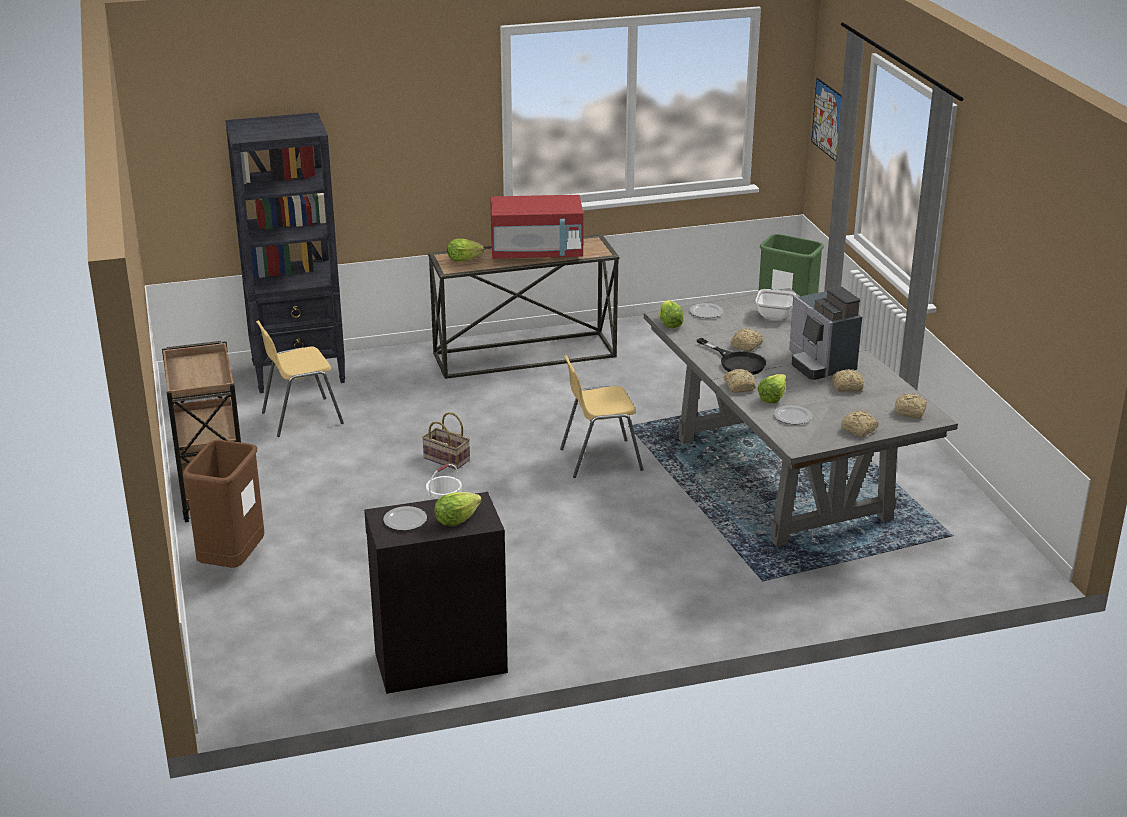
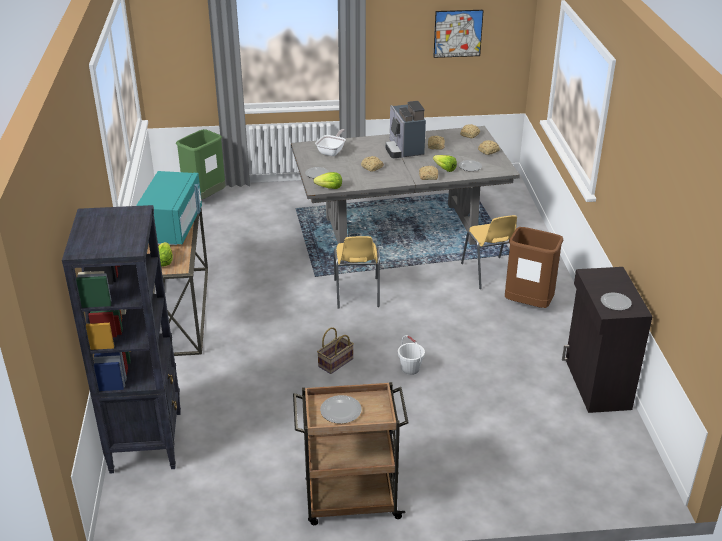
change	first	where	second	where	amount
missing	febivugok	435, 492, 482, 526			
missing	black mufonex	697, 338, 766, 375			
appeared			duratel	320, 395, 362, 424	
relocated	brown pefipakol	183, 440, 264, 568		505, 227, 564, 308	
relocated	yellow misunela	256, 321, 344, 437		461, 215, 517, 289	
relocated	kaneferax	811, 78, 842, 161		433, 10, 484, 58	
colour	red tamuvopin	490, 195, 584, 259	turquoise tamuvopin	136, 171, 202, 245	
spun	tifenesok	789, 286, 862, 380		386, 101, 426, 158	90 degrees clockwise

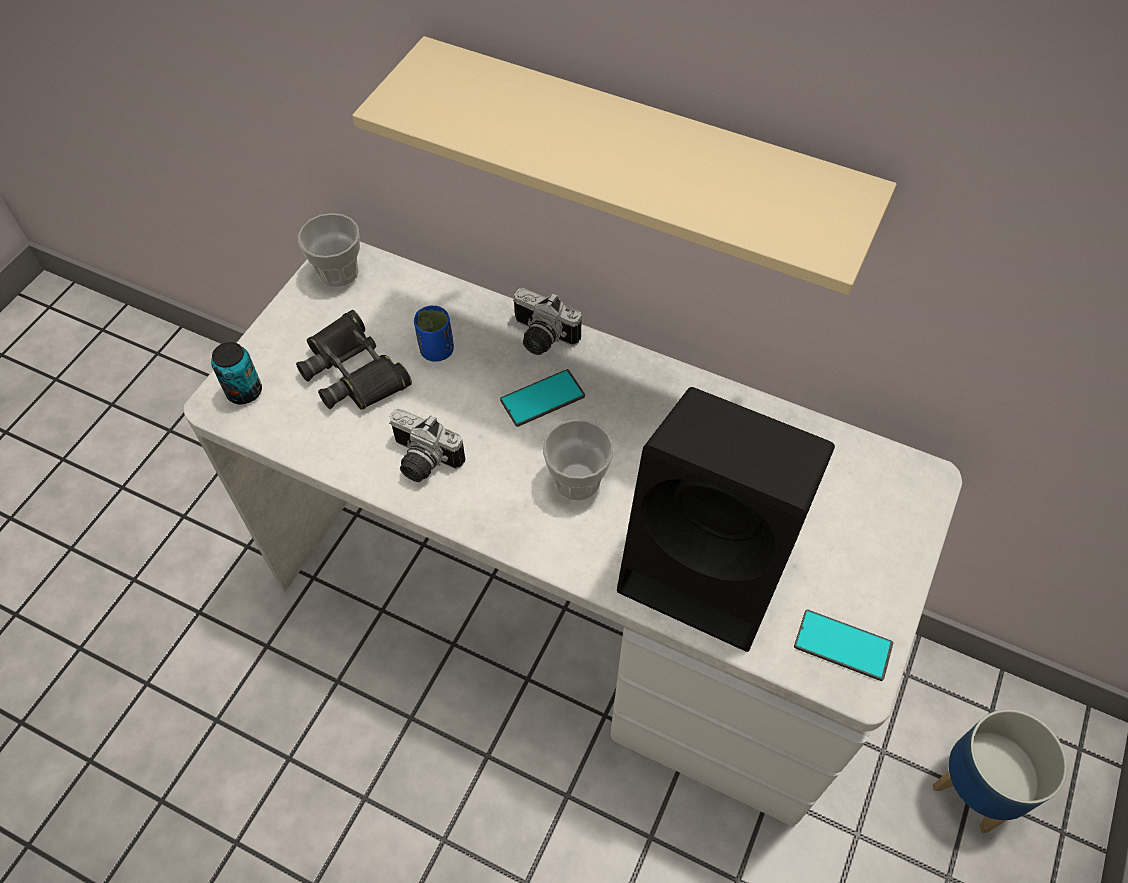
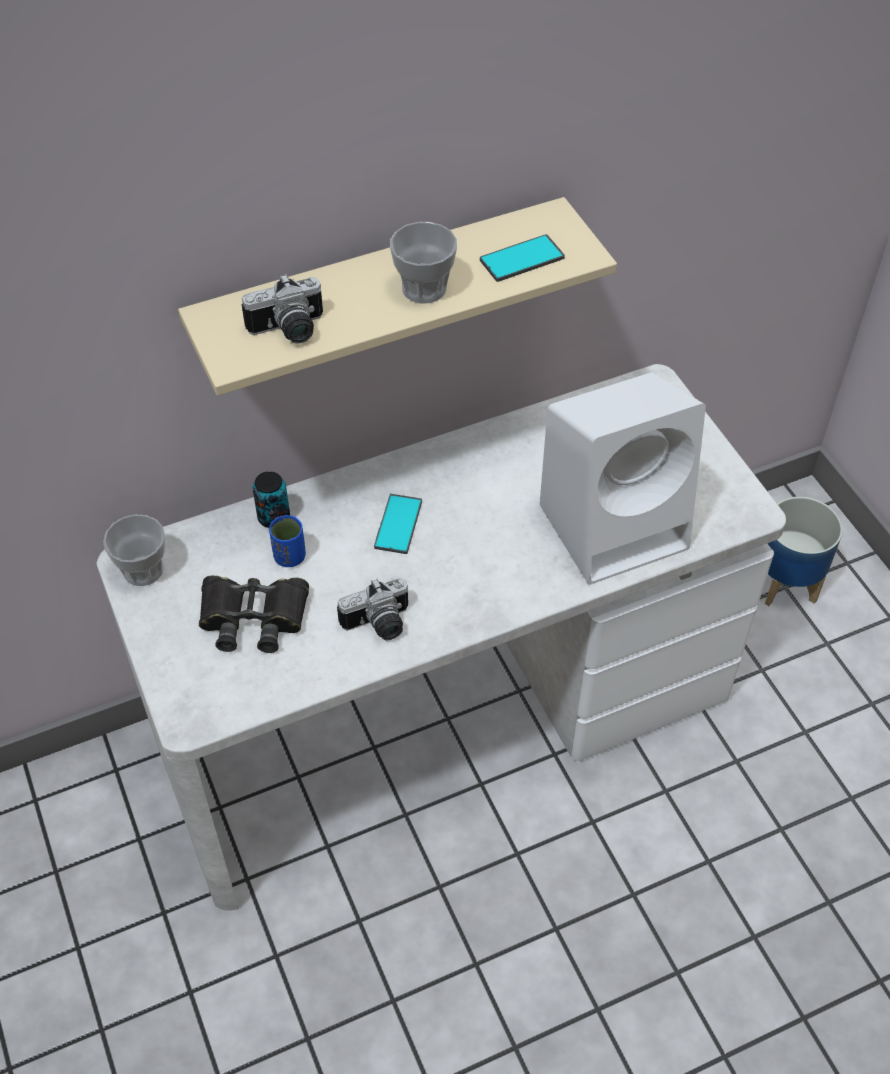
change	first	where	second	where	amount
relocated	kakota	211, 342, 262, 405		253, 471, 290, 528	
relocated	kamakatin	513, 288, 582, 355		242, 274, 323, 344	
relocated	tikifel	543, 419, 613, 500		390, 222, 457, 303	
relocated	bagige	794, 609, 893, 681		480, 234, 565, 282	
colour	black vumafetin	617, 387, 835, 652	white vumafetin	540, 372, 706, 585	

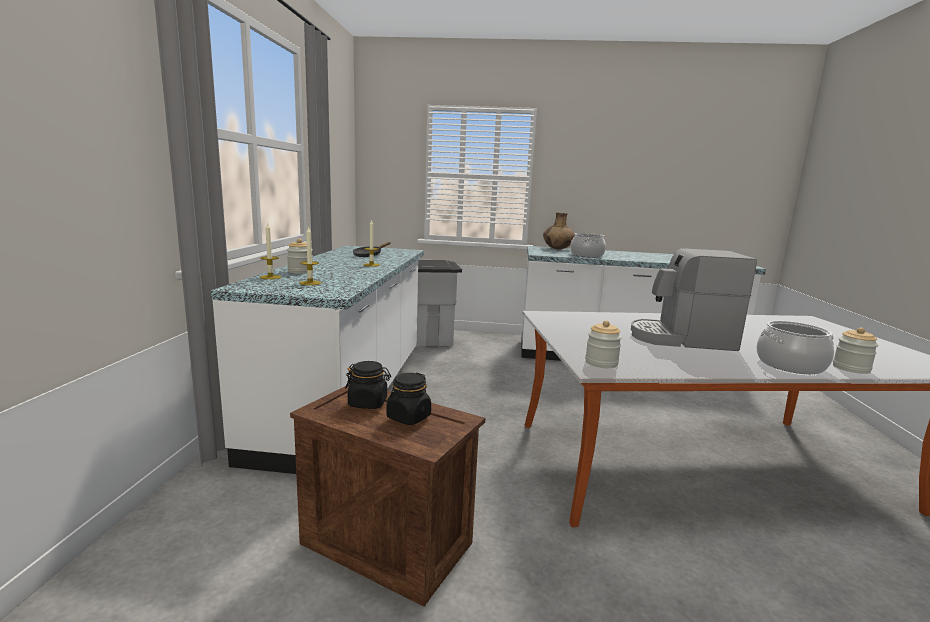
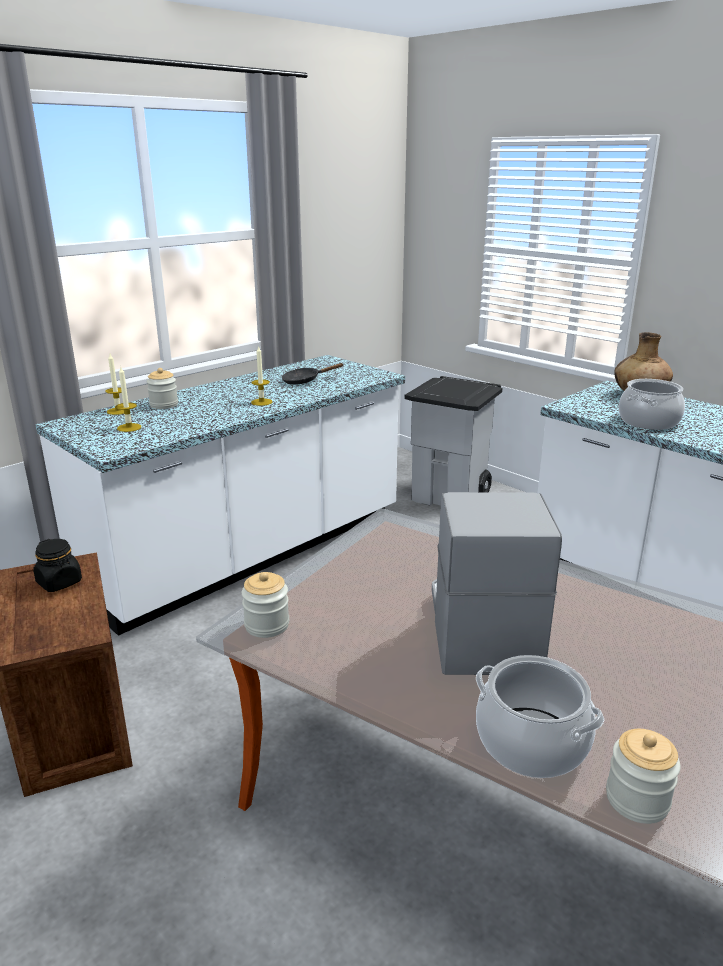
change	first	where	second	where	amount
missing	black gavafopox	387, 373, 431, 425			
spun	tifenesok	631, 248, 757, 351		432, 492, 562, 675	45 degrees clockwise

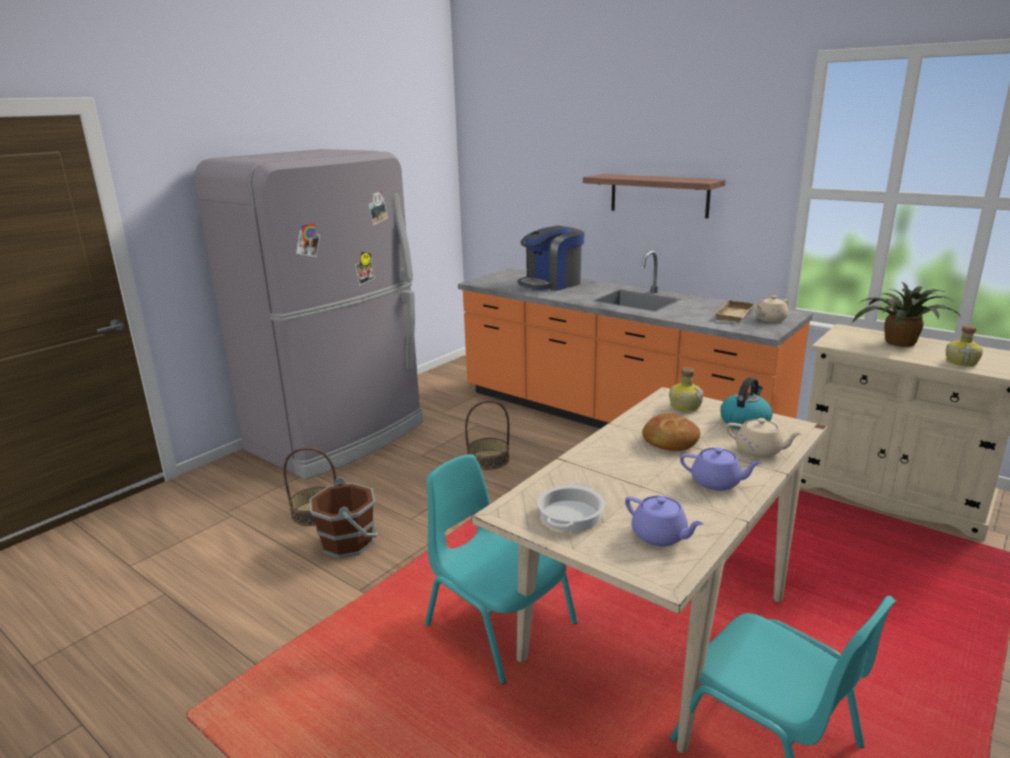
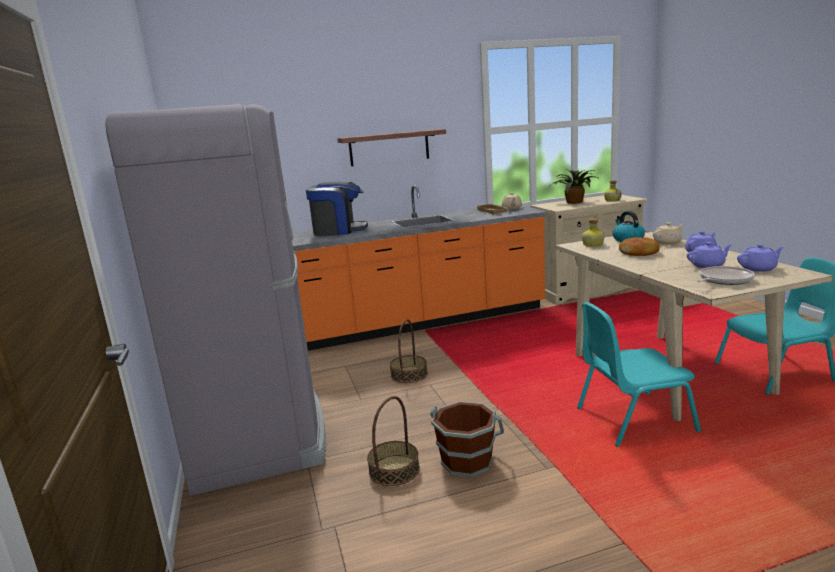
change	first	where	second	where	amount
appeared			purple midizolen	687, 242, 733, 268	
exchanged	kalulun	537, 483, 605, 532	mufonex	696, 266, 755, 285	
spun	tifenesok	518, 226, 585, 291		306, 182, 368, 236	90 degrees counterclockwise

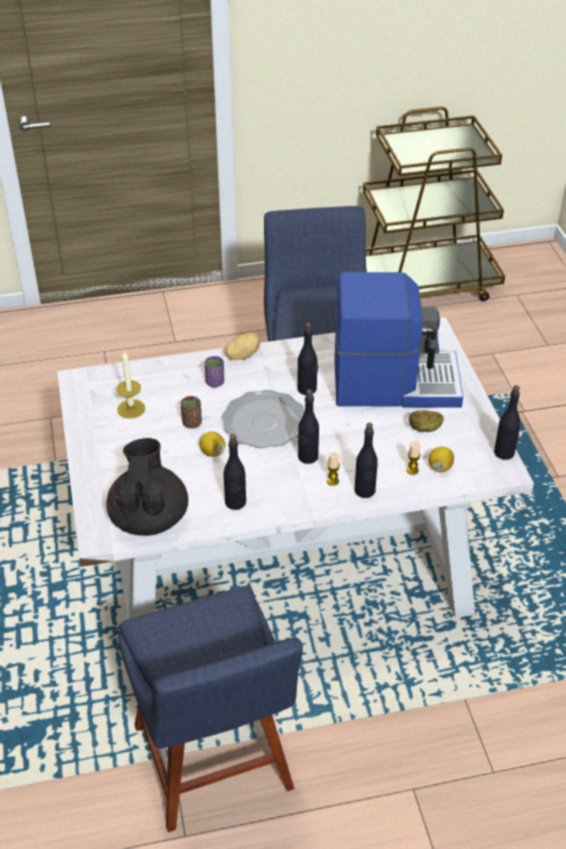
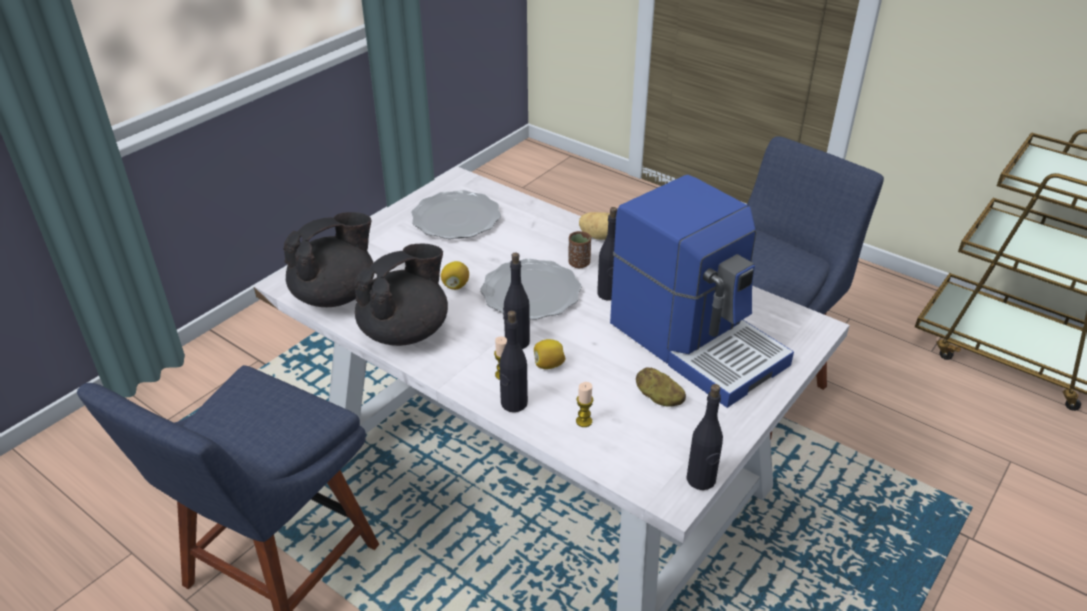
change	first	where	second	where	amount
missing	purple tikifel	205, 356, 224, 387			
relocated	brown tikifel	181, 396, 202, 428		568, 231, 591, 268	
relocated	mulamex	429, 447, 454, 472		534, 339, 566, 369	
exchanged	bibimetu	117, 351, 145, 419	duratel	411, 190, 501, 239	
exchanged	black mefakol	224, 434, 246, 510	black midizolen	354, 243, 448, 346	

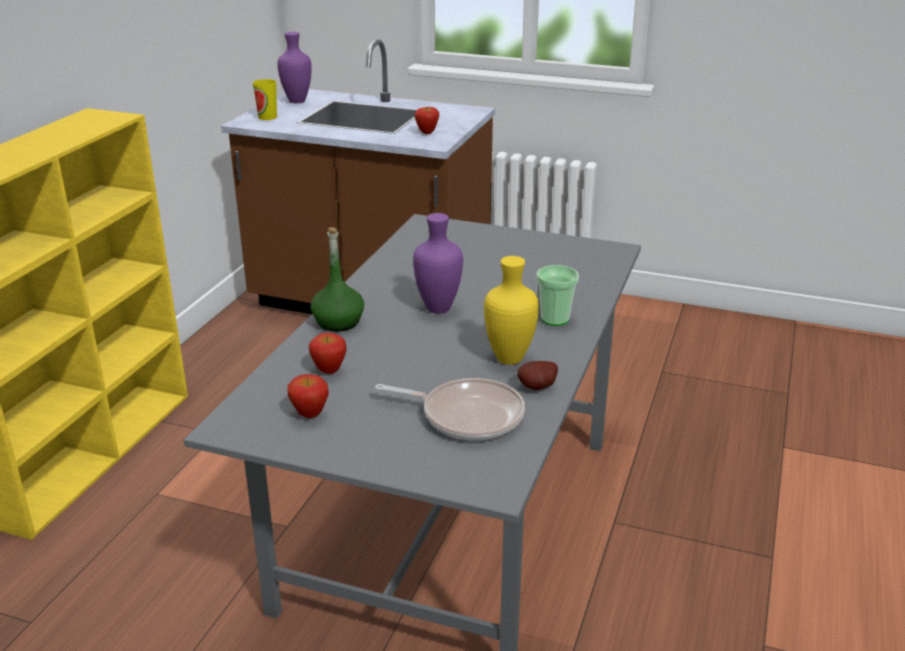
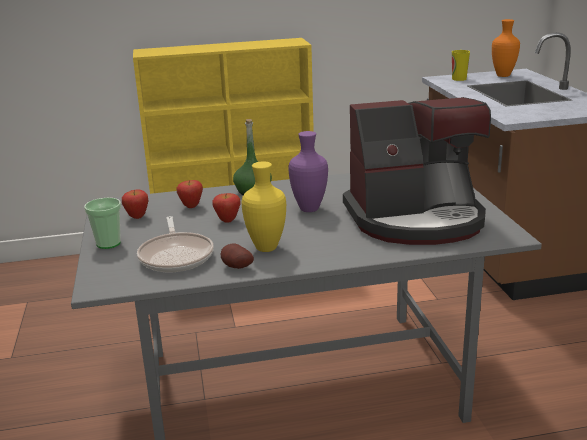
change	first	where	second	where	amount
appeared			tifenesok	343, 97, 491, 245	
relocated	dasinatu	415, 107, 439, 134		212, 193, 241, 223	
relocated	tikifel	536, 265, 579, 326		84, 198, 121, 249	
colour	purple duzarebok	277, 32, 312, 103	orange duzarebok	492, 19, 520, 77	

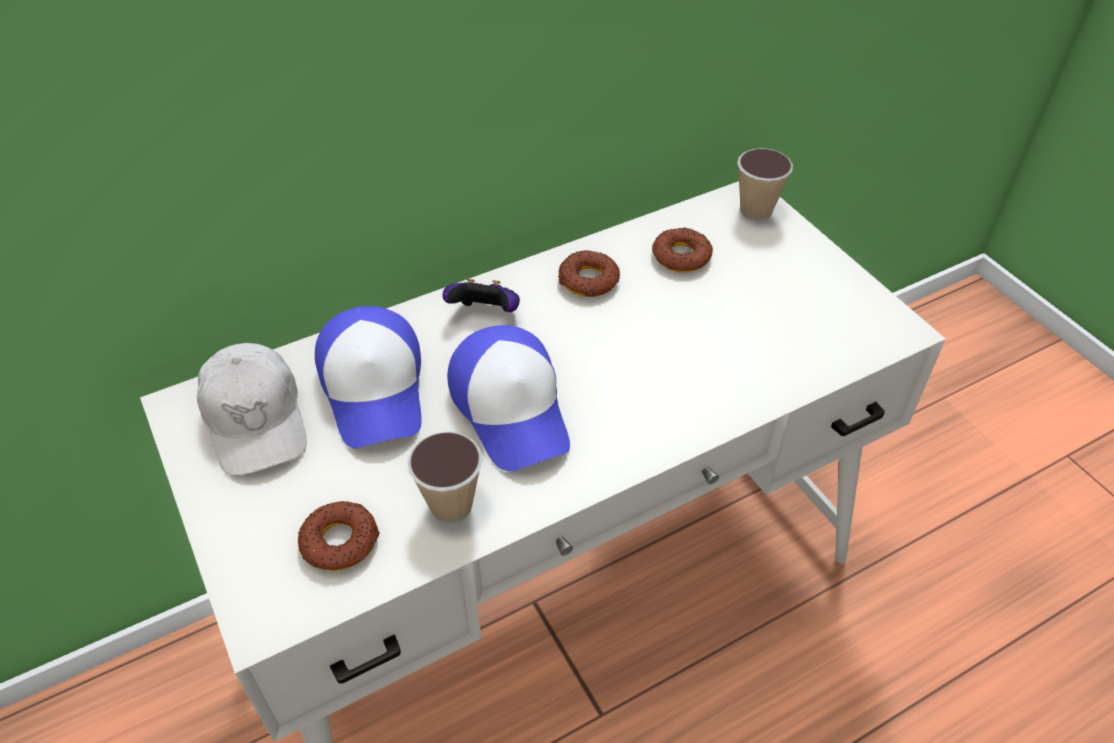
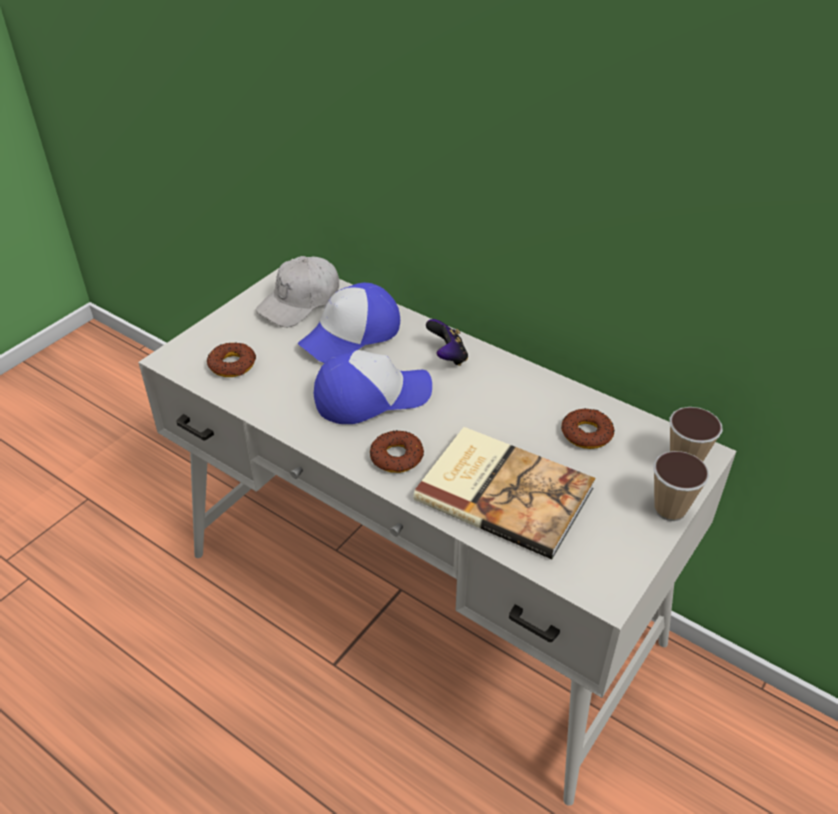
change	first	where	second	where	amount
appeared			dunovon	413, 427, 595, 559	
relocated	tikifel	408, 431, 483, 524		653, 451, 709, 521	
relocated	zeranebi	558, 250, 620, 297		370, 430, 424, 473	
spun	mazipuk	447, 325, 570, 471		314, 350, 432, 424	150 degrees counterclockwise

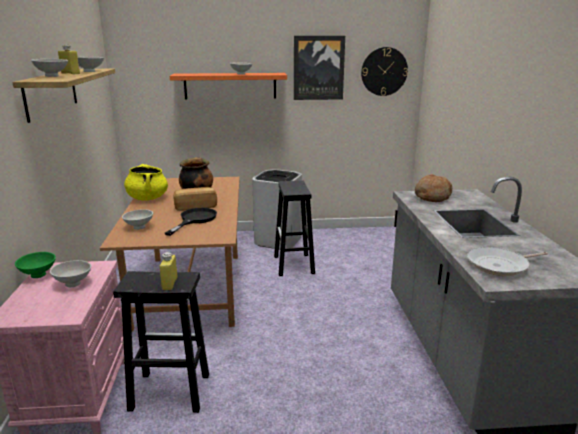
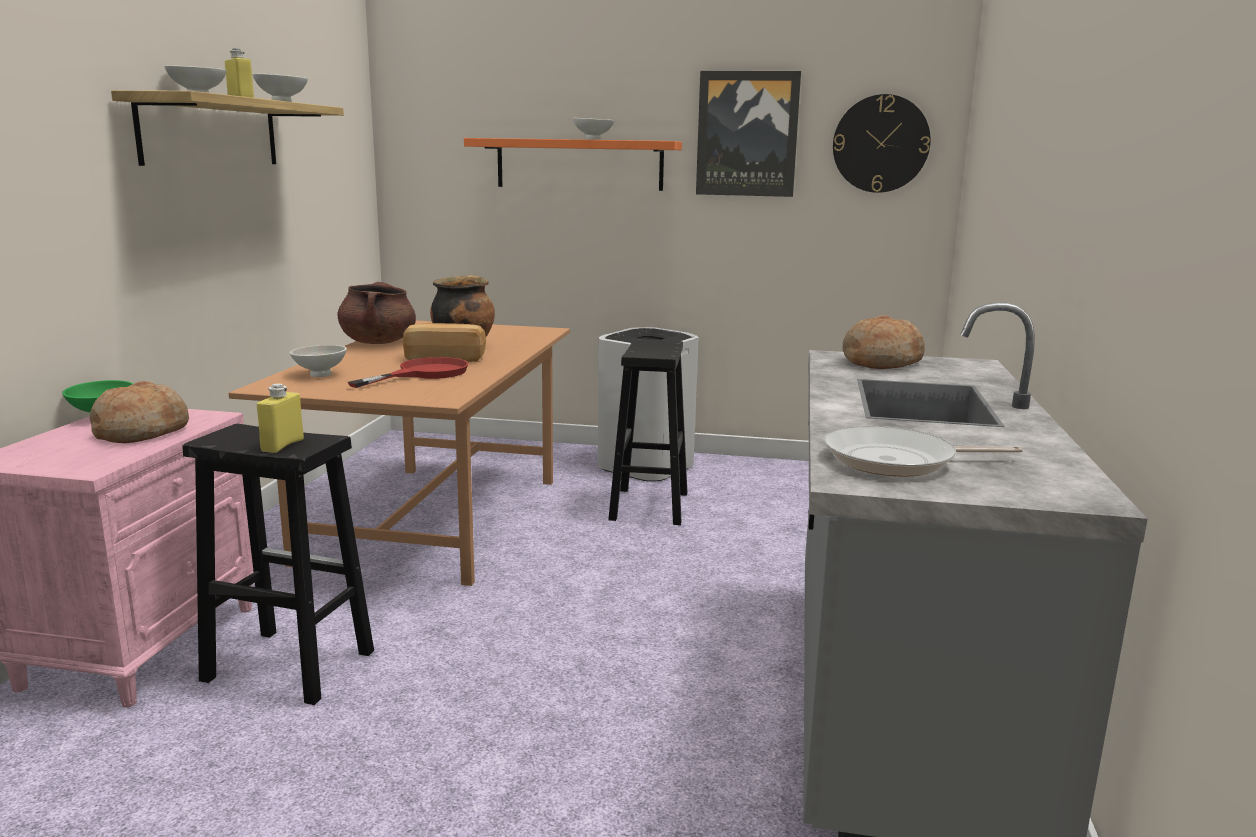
change	first	where	second	where	amount
exchanged	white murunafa	50, 260, 91, 287	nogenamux	90, 381, 189, 443	
colour	yellow kalulun	124, 164, 168, 201	brown kalulun	337, 282, 416, 344	
colour	black mufonex	165, 208, 217, 236	red mufonex	348, 357, 468, 388	

